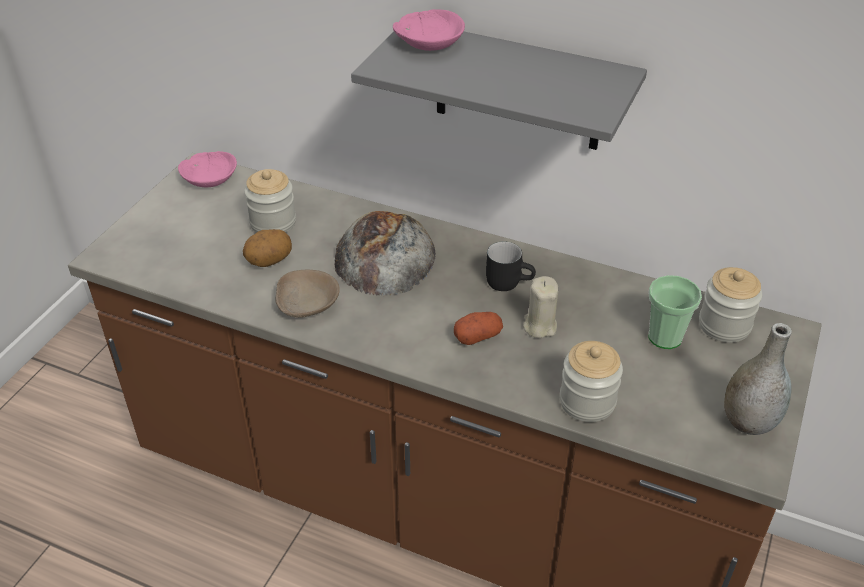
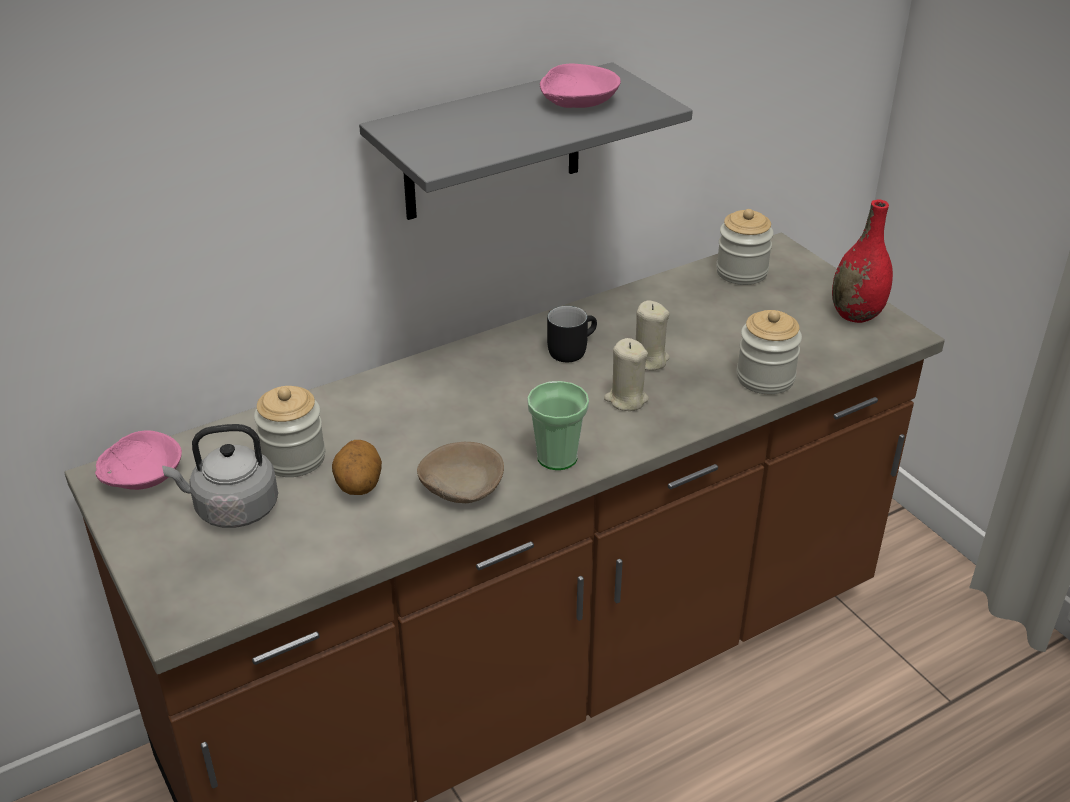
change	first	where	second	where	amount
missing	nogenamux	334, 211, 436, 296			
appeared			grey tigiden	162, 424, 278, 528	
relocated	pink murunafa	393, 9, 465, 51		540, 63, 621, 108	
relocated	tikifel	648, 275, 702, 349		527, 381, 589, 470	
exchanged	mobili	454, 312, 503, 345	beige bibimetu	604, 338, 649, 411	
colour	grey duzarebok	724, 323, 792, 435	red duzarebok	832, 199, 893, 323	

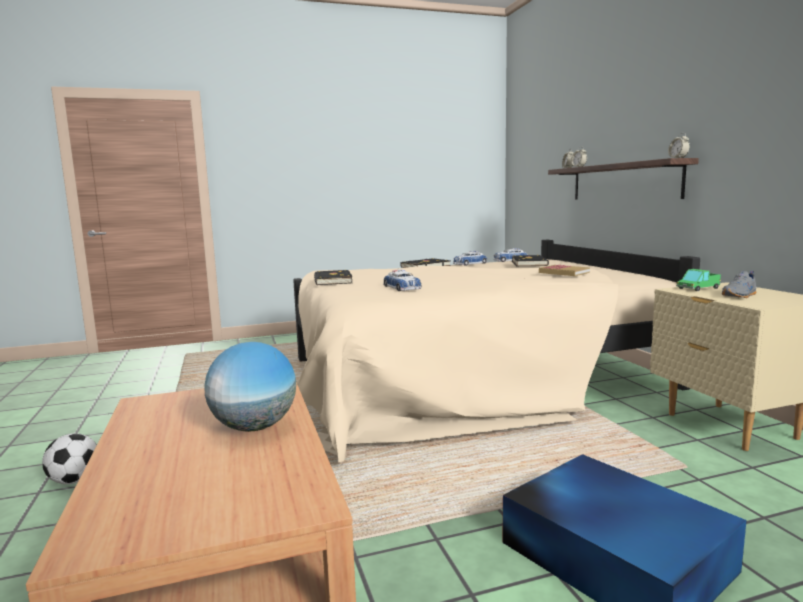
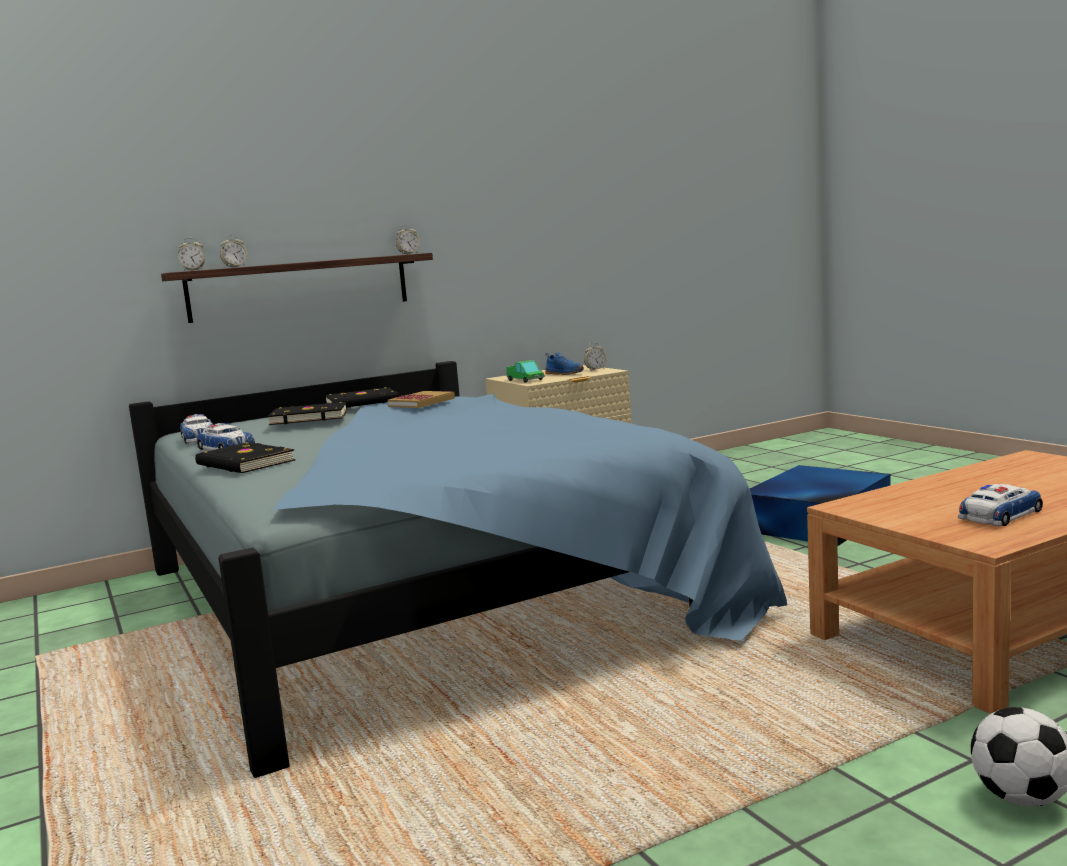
change	first	where	second	where	amount
missing	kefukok	204, 342, 296, 432			
appeared			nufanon	584, 343, 607, 370	
relocated	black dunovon	314, 270, 352, 285		325, 387, 399, 408	
relocated	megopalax	383, 270, 421, 291		958, 484, 1043, 526	
colour	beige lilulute	293, 240, 700, 463	blue lilulute	129, 361, 787, 778	
colour	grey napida	722, 271, 757, 298	blue napida	545, 352, 584, 375	

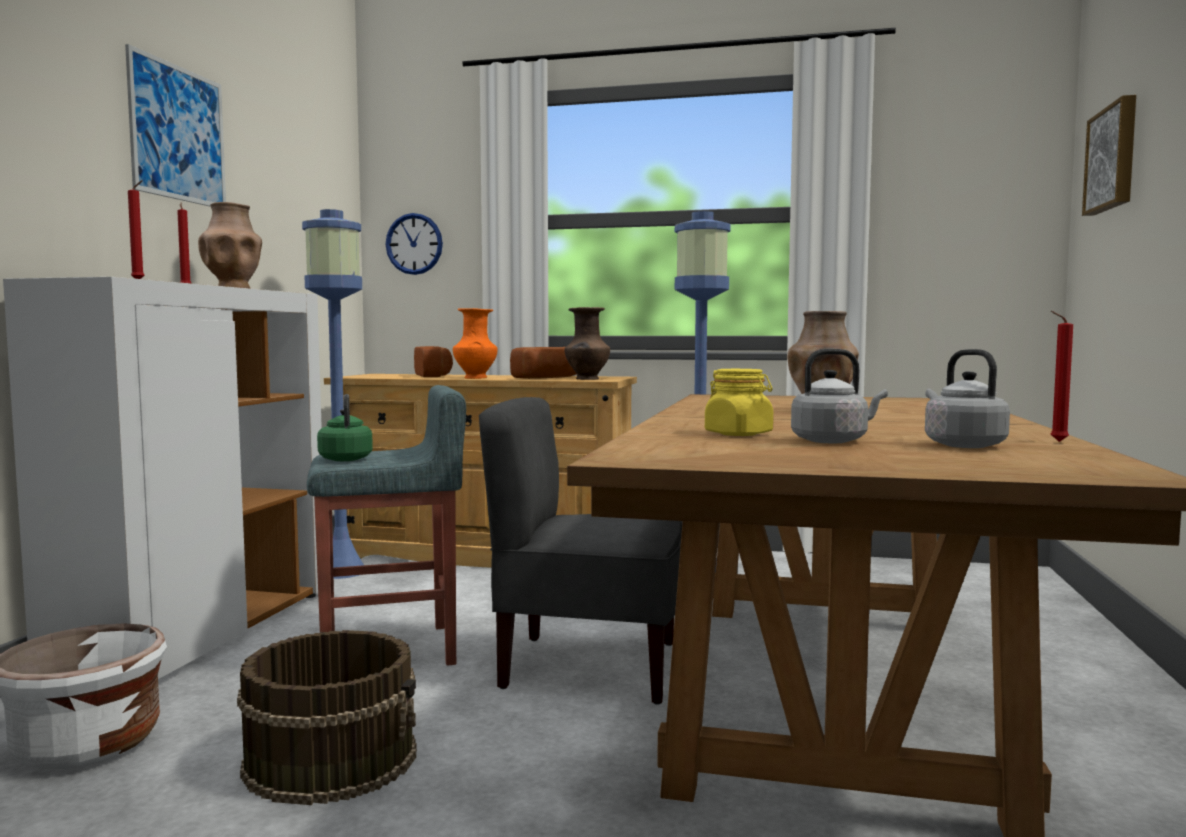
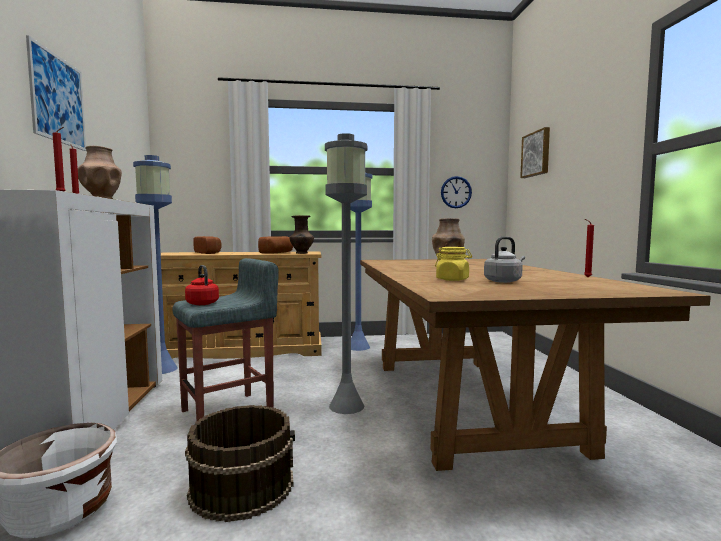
change	first	where	second	where	amount
missing	orange duzarebok	453, 308, 498, 379			
missing	grey tigiden	925, 349, 1010, 448			
relocated	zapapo	385, 213, 443, 275		441, 176, 472, 208	
exchanged	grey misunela	479, 397, 682, 705	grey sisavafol	325, 133, 367, 414	
colour	green tigiden	317, 394, 373, 461	red tigiden	185, 265, 219, 305	

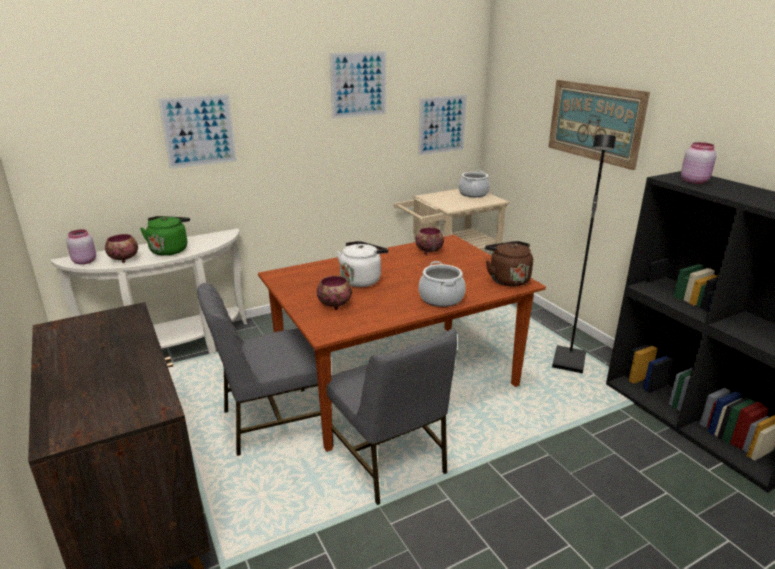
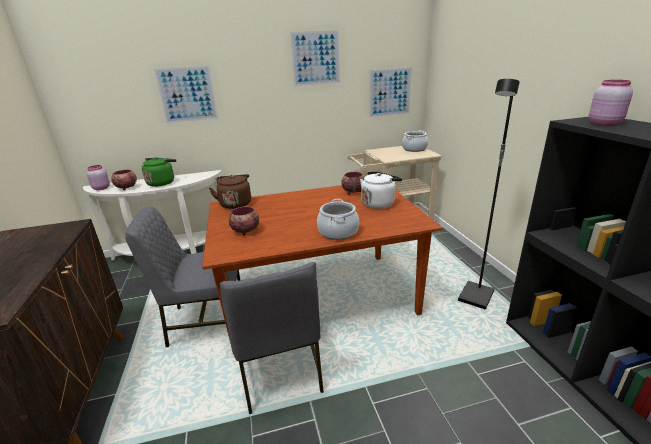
change	first	where	second	where	amount
missing	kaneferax	548, 80, 650, 170			
relocated	white tigiden	337, 241, 388, 287		360, 172, 402, 209	
relocated	brown tigiden	485, 241, 533, 287		209, 174, 251, 209	

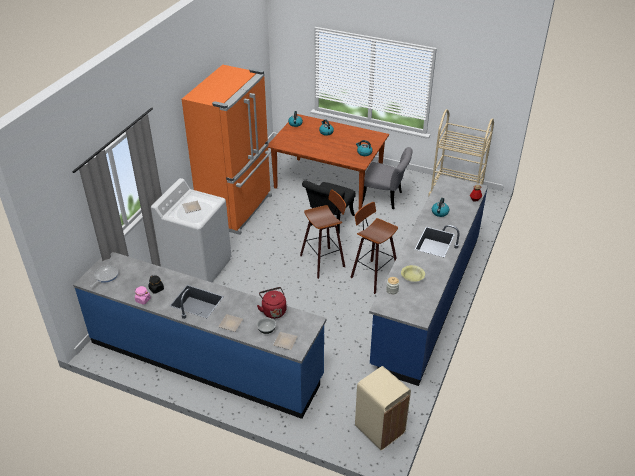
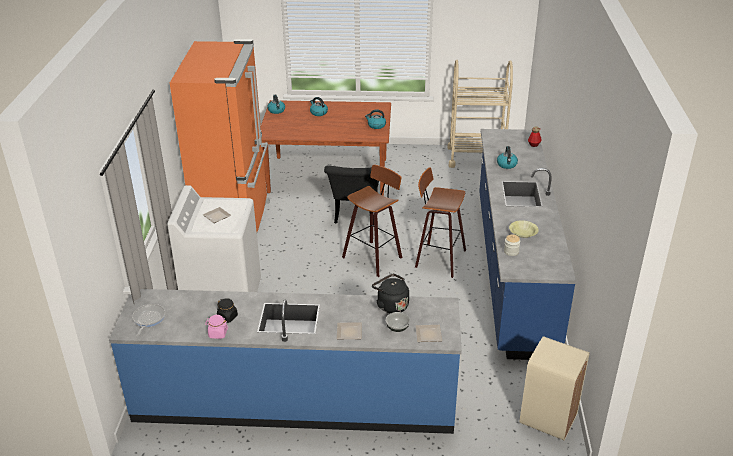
change	first	where	second	where	amount
missing	grey misunela	363, 147, 413, 209			
colour	red tigiden	257, 287, 286, 319	black tigiden	372, 274, 409, 313	

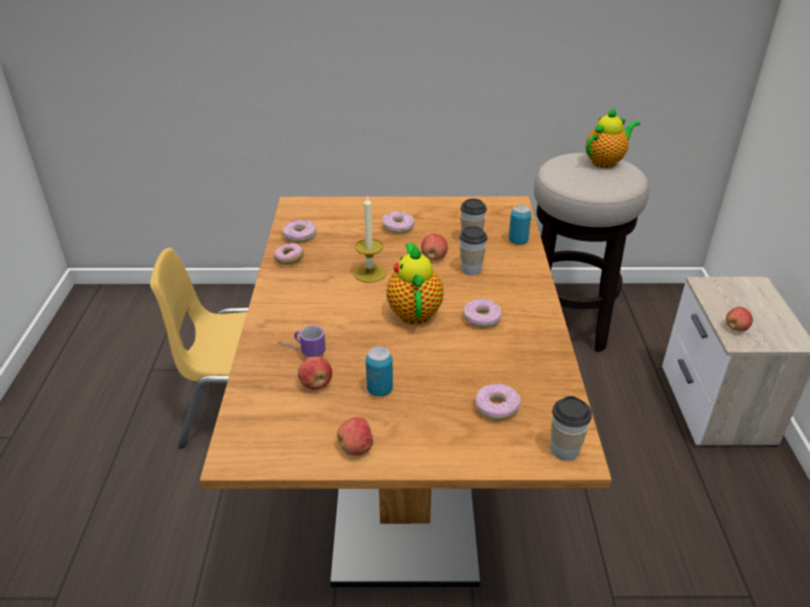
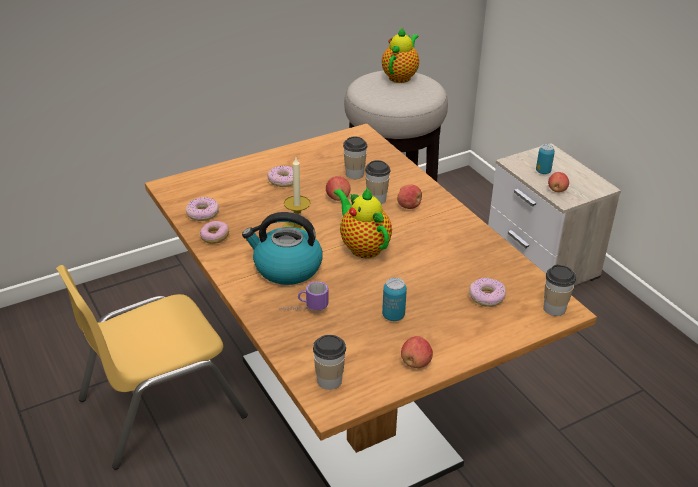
change	first	where	second	where	amount
missing	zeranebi	463, 298, 502, 328			
appeared			tigiden	242, 212, 323, 285	
appeared			tikifel	313, 335, 346, 390	
relocated	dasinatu	298, 357, 332, 390		397, 185, 422, 209	
relocated	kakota	509, 205, 531, 245		536, 144, 555, 174	

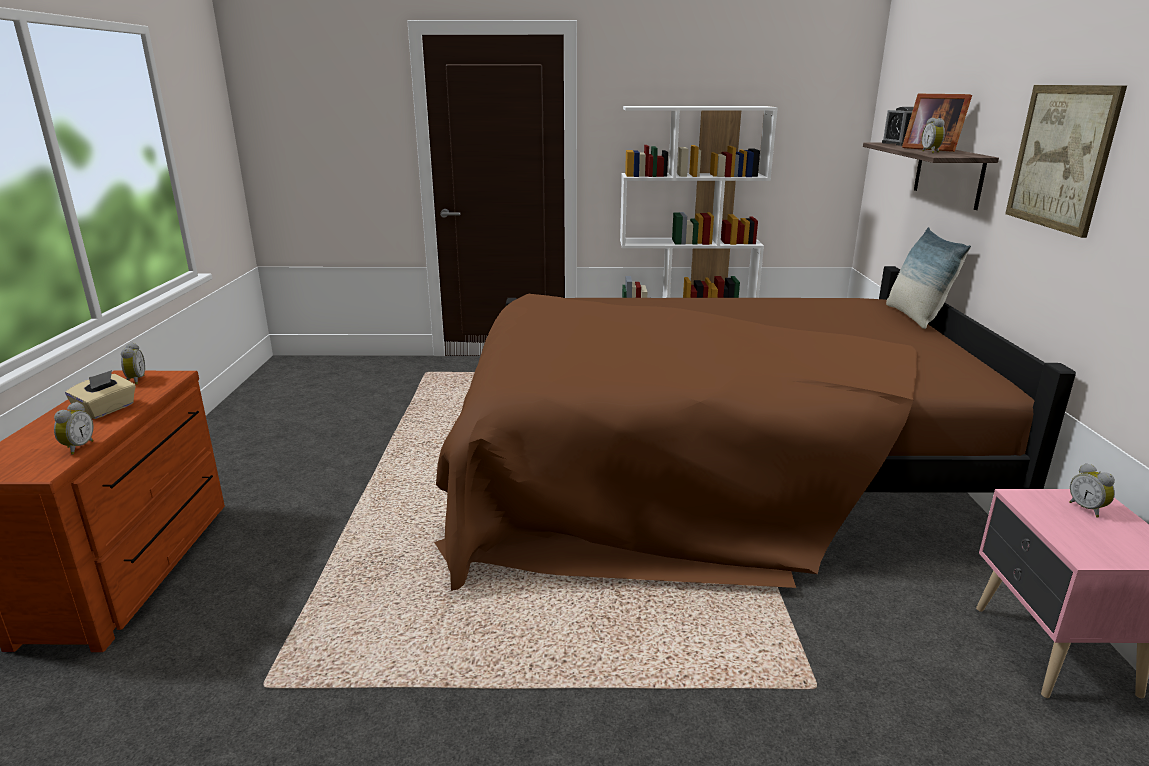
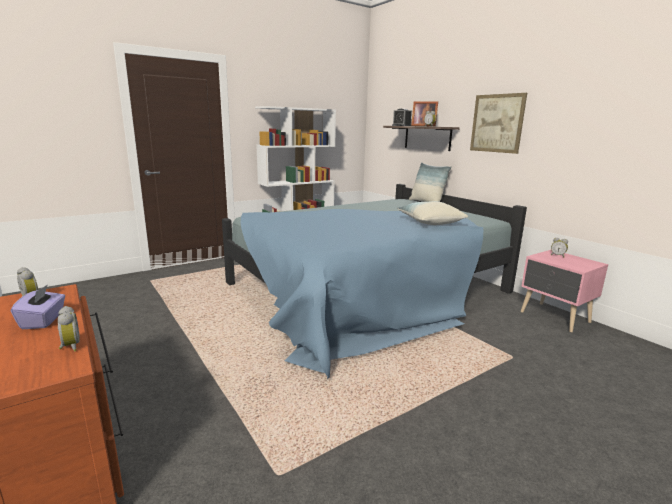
change	first	where	second	where	amount
appeared			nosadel	397, 201, 468, 225	
colour	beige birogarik	65, 370, 136, 419	purple birogarik	11, 284, 65, 329	
colour	brown lilulute	434, 266, 1076, 591	blue lilulute	222, 184, 527, 379	

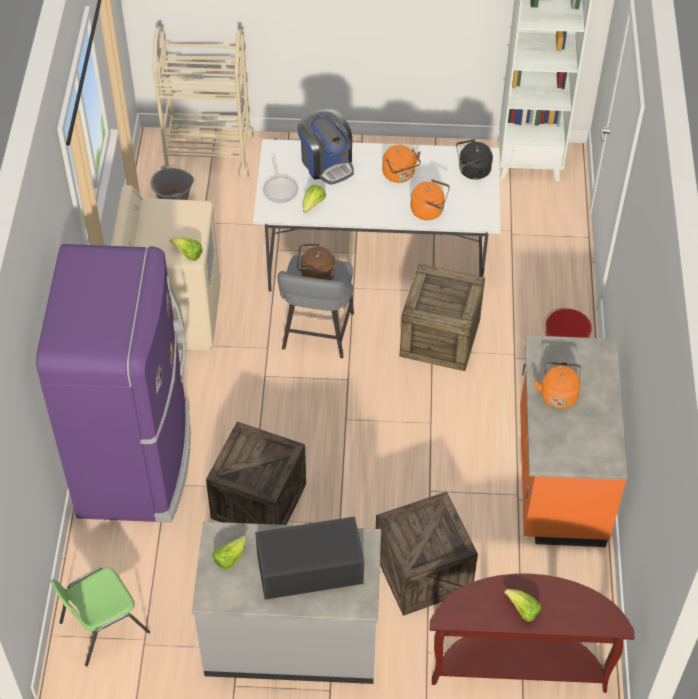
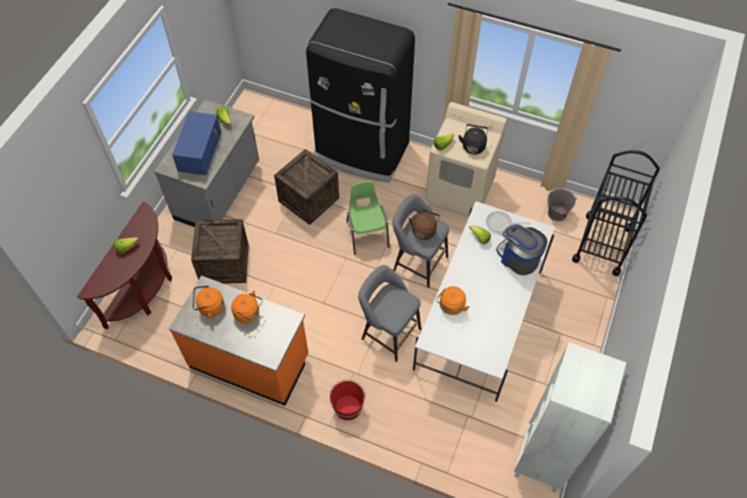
change	first	where	second	where	amount
relocated	green misunela	50, 567, 150, 666		346, 181, 390, 255	
relocated	orange tigiden	382, 145, 421, 183		193, 285, 224, 318	
relocated	black tigiden	456, 139, 493, 180		458, 124, 489, 154	
exchanged	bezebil	399, 264, 485, 371	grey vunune	358, 265, 421, 362	
colour	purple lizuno	36, 244, 190, 523	black lizuno	306, 8, 415, 182	
colour	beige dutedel	153, 27, 254, 179	black dutedel	572, 150, 660, 276	
colour	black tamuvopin	255, 516, 364, 600	blue tamuvopin	172, 111, 221, 175	
spun	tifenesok	297, 109, 354, 185		496, 224, 548, 275	60 degrees clockwise

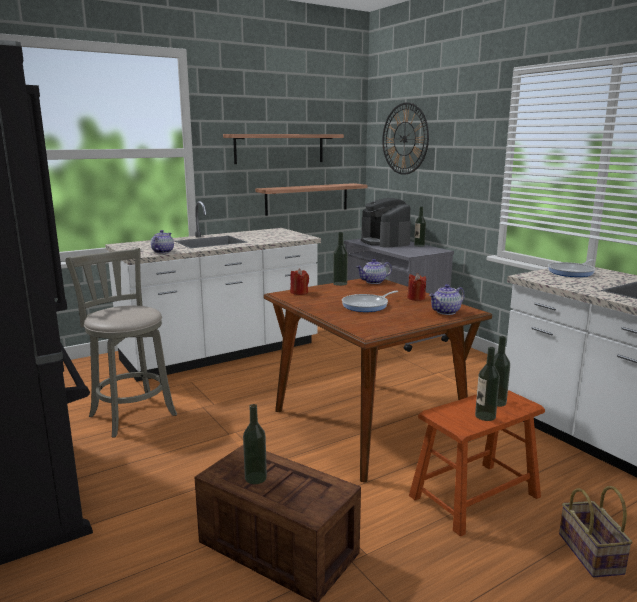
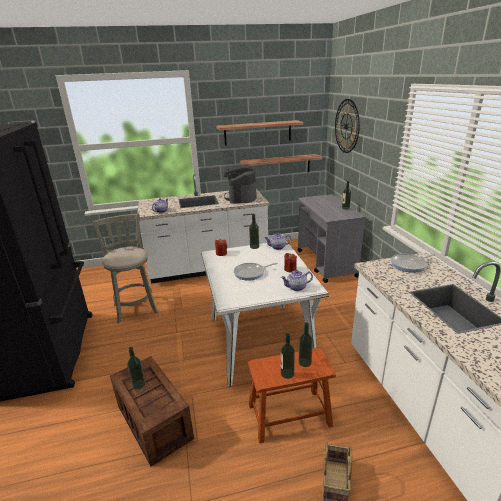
change	first	where	second	where	amount
relocated	tifenesok	361, 198, 411, 248		224, 165, 257, 204	
colour	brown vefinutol	264, 278, 492, 482	white vefinutol	201, 241, 329, 387	

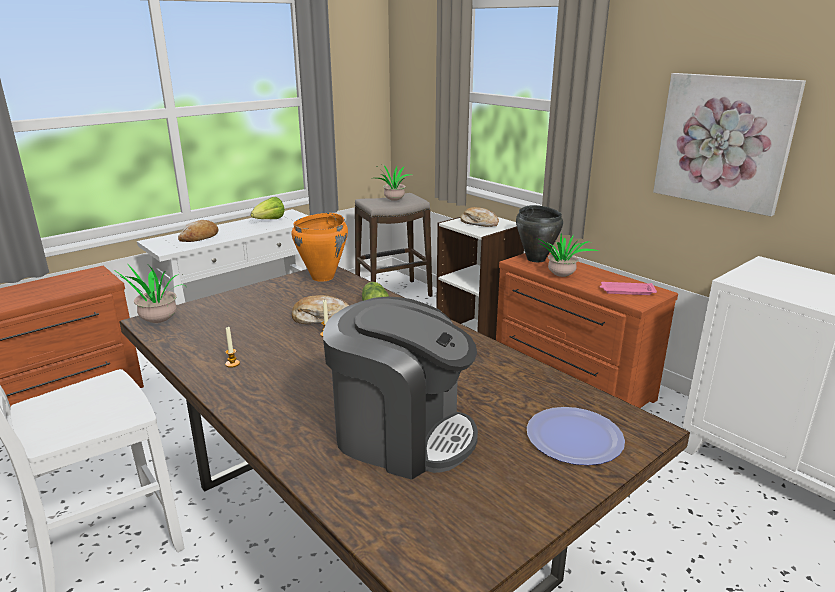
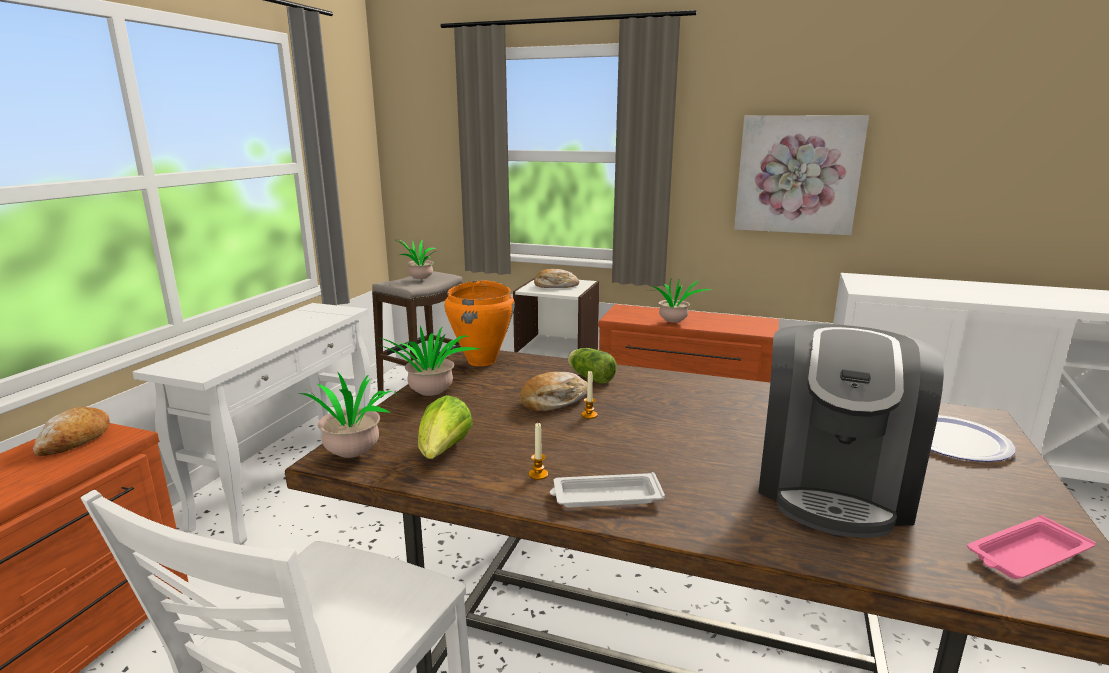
change	first	where	second	where	amount
missing	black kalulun	516, 205, 563, 262			
appeared			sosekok	376, 326, 480, 396	
appeared			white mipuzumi	550, 472, 665, 507	
relocated	nogenamux	178, 220, 218, 242		33, 407, 110, 456	
relocated	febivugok	251, 197, 285, 219		418, 395, 472, 459	
relocated	pink mipuzumi	600, 282, 657, 295		967, 515, 1096, 579	
spun	tifenesok	323, 297, 478, 480		758, 324, 944, 538	120 degrees clockwise

